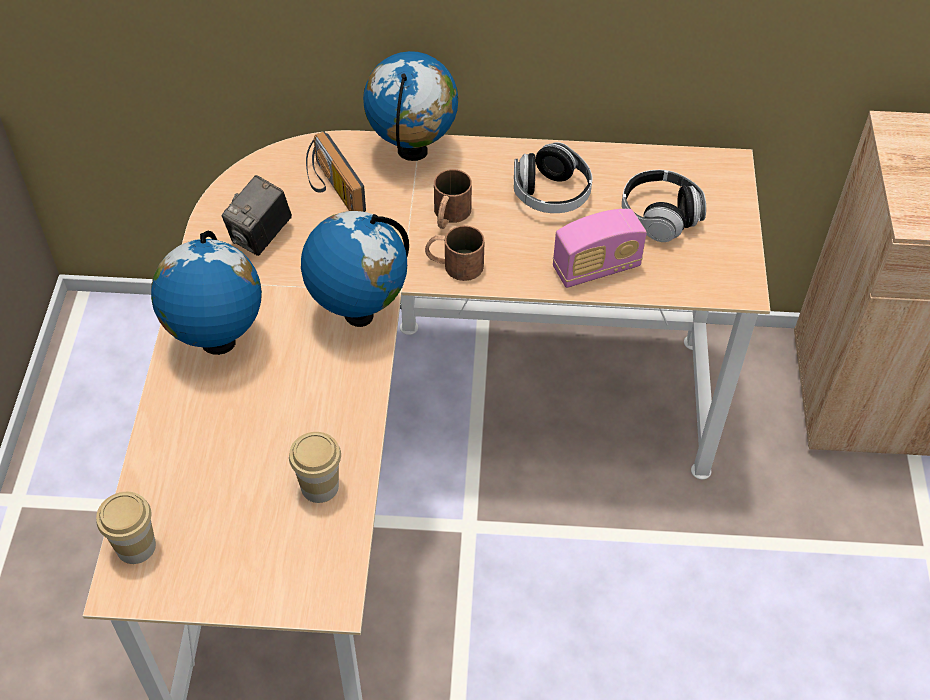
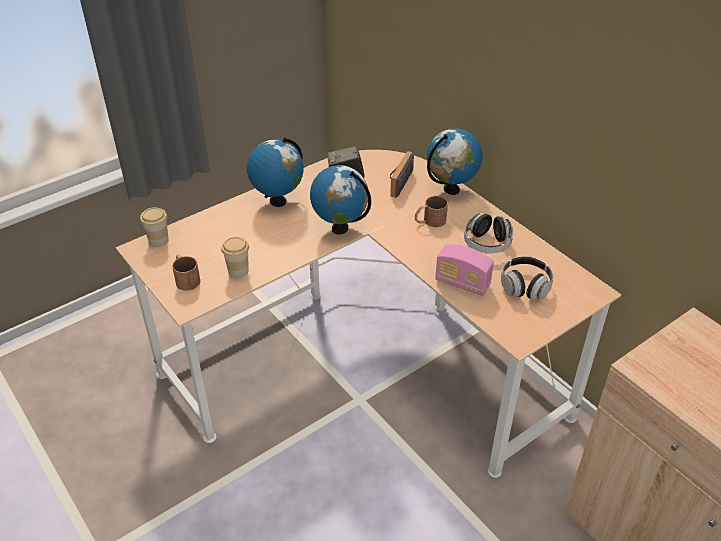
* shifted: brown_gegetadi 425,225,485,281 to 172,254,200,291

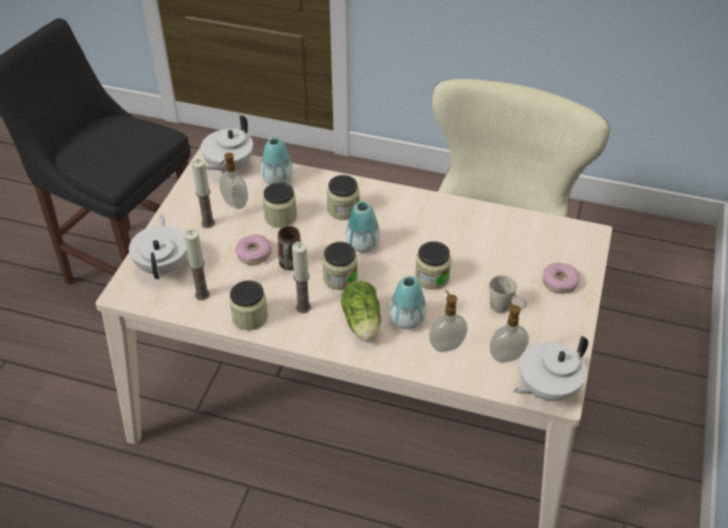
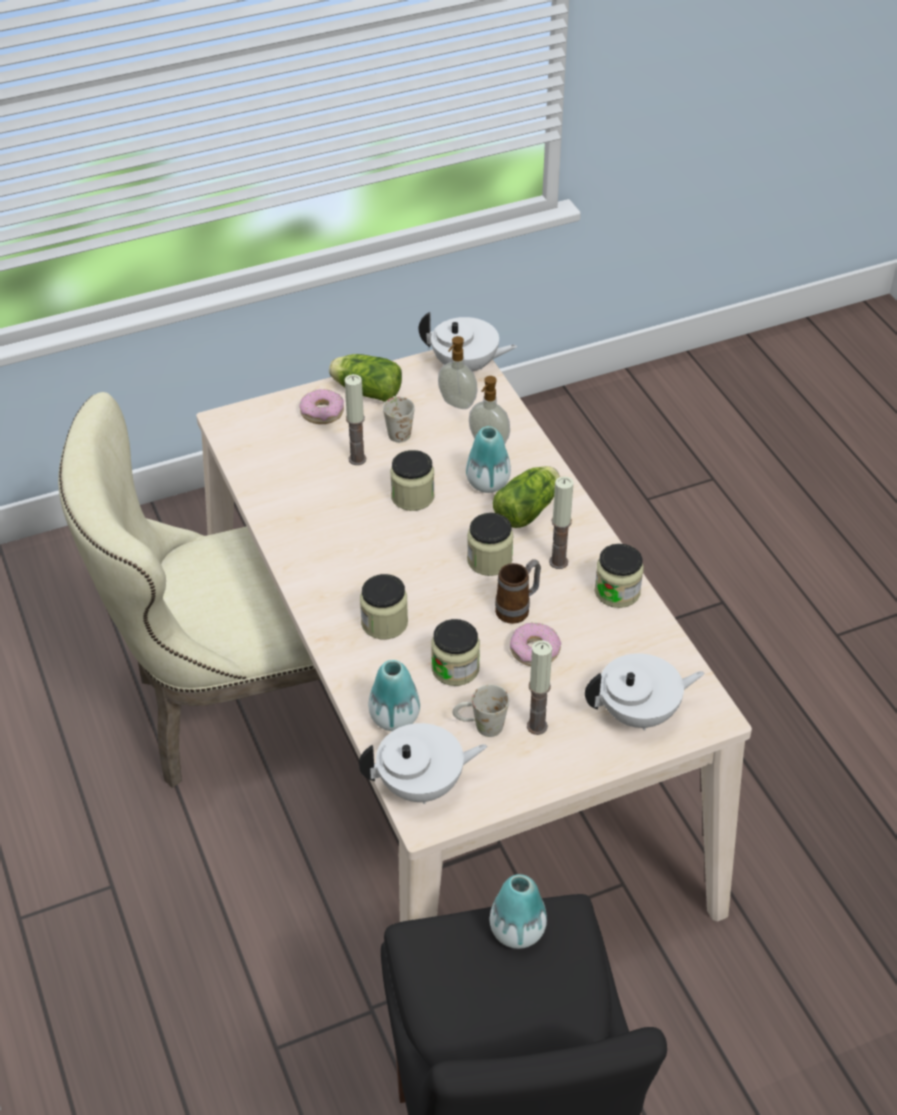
* new: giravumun 329,354,402,402
* shifted: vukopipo 184,229,210,300 to 345,374,366,465
* swapped: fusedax 219,153,248,209 to white_gegetadi 453,685,509,737
* shifted: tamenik 346,201,380,253 to 489,874,547,949
* rotated: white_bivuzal 129,214,187,279 = 585,653,704,730 150 degrees counterclockwise

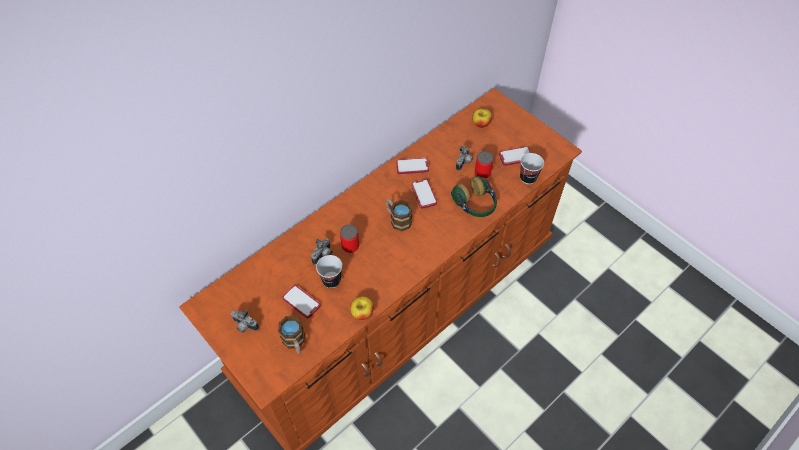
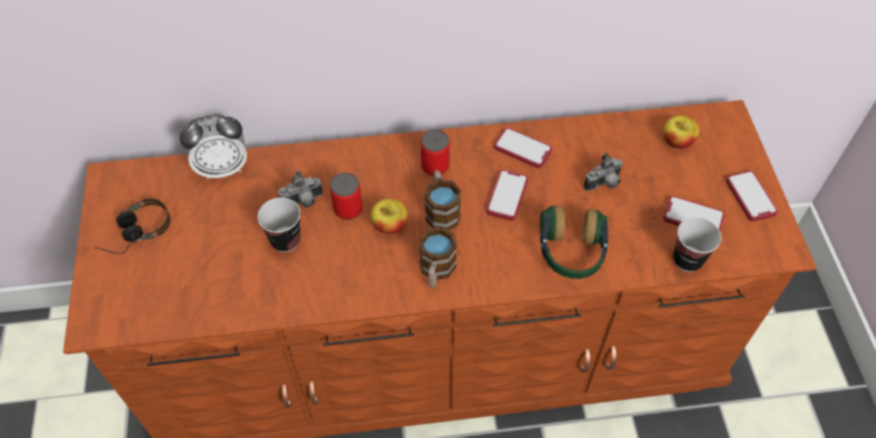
* swapped: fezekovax 231,310,259,333 to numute 94,198,170,254
* new: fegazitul 180,114,247,180
* shifted: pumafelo 350,297,374,320 to 370,199,408,234
* shifted: gegetadi 278,316,305,354 to 419,226,457,288
* shifted: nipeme 475,151,494,178 to 421,129,450,176
* shifted: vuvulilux 282,285,321,319 to 726,171,778,221

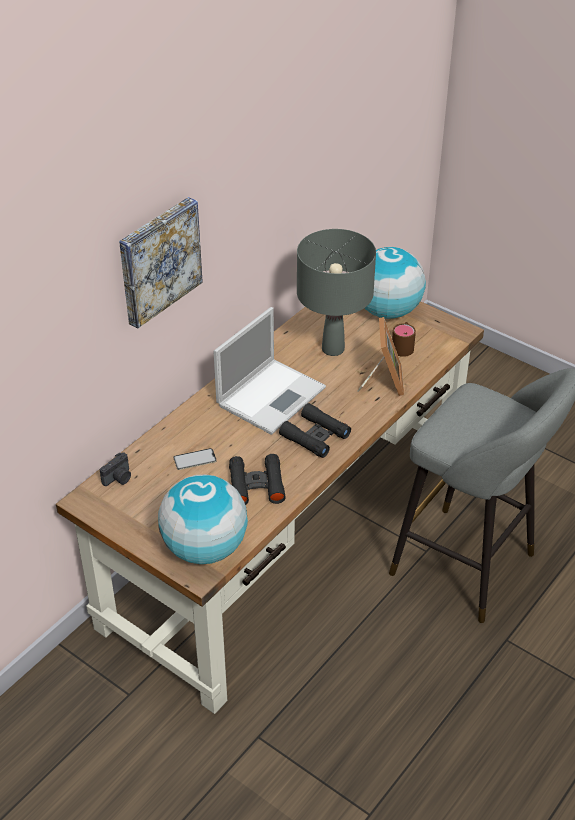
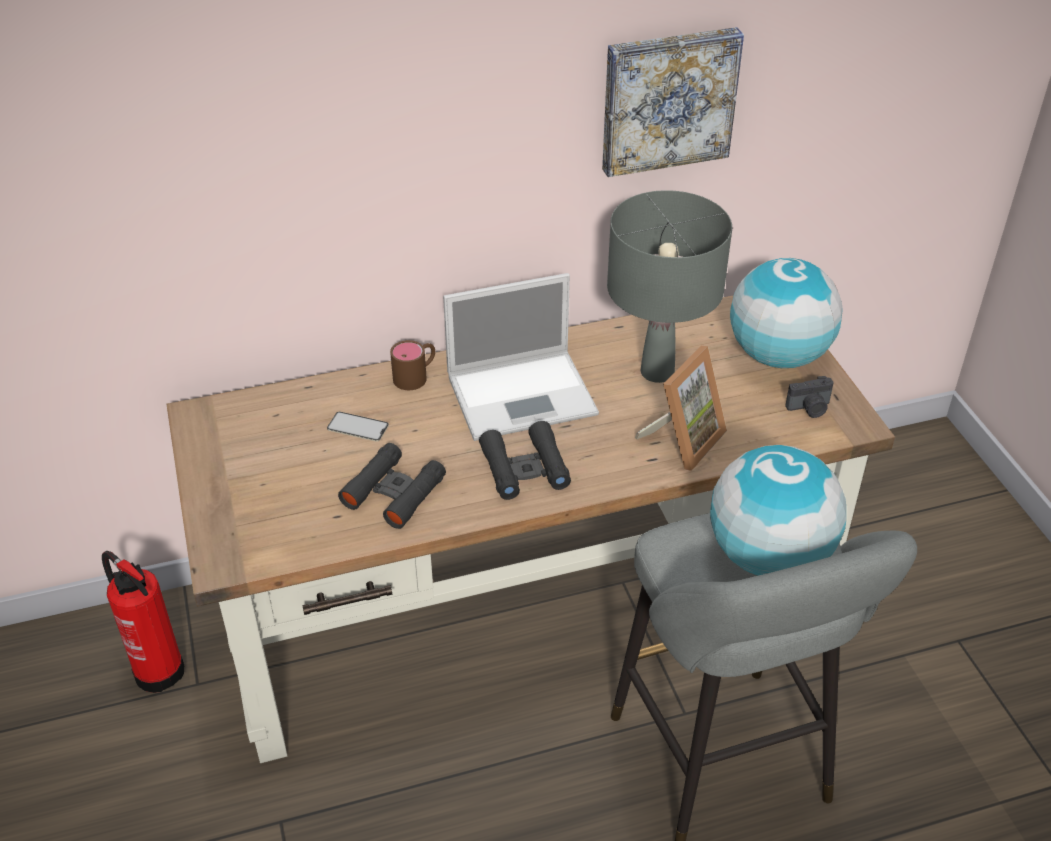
* new: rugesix 102,551,184,693
* shifted: brown_gegetadi 392,322,416,357 to 390,340,435,390
* shifted: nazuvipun 119,197,203,329 to 602,27,744,177
* shifted: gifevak 158,474,248,564 to 710,445,846,576
* shifted: fezekovax 100,452,131,486 to 785,376,834,418

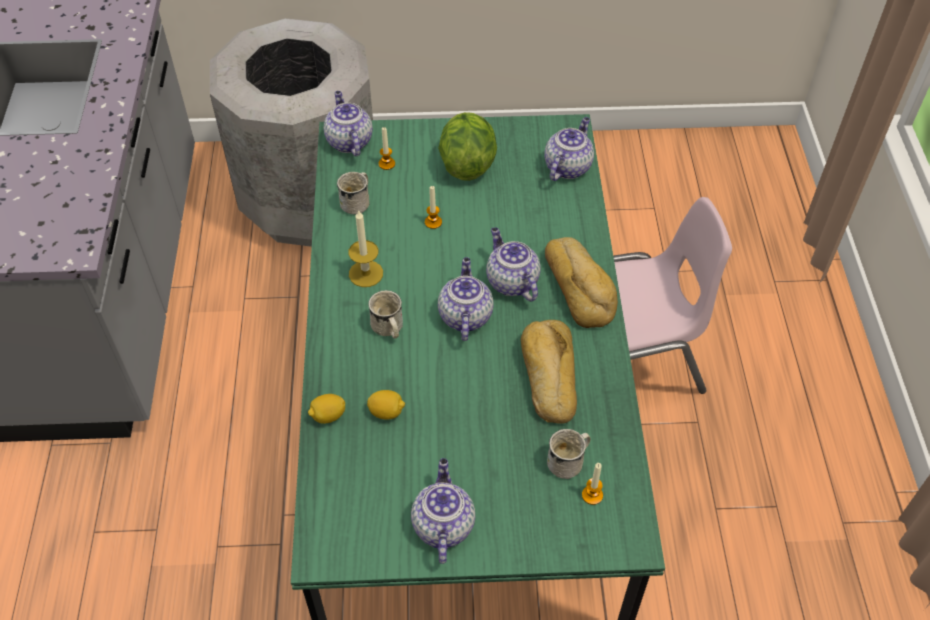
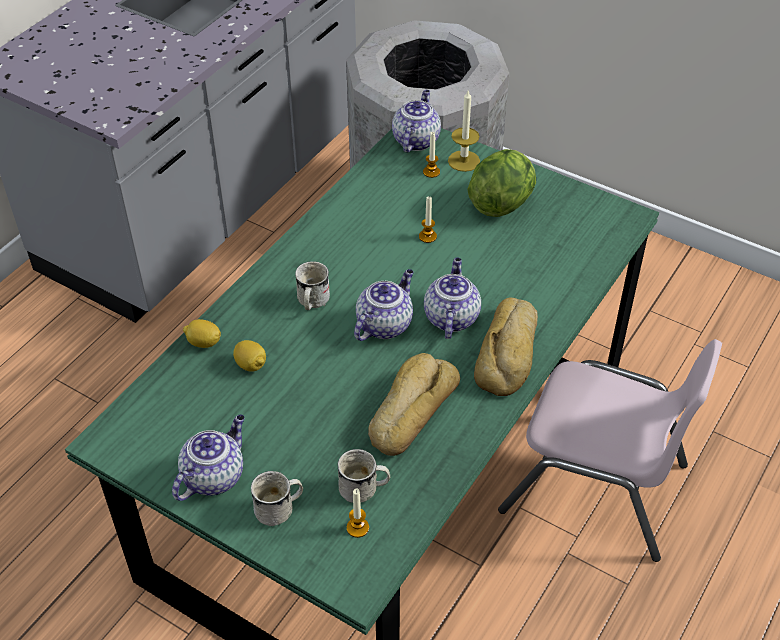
* shifted: white_gegetadi 337,172,370,214 to 251,471,303,526
* shifted: vukopipo 348,210,383,287 to 448,91,480,172
* gone: bivuzal 544,117,594,181

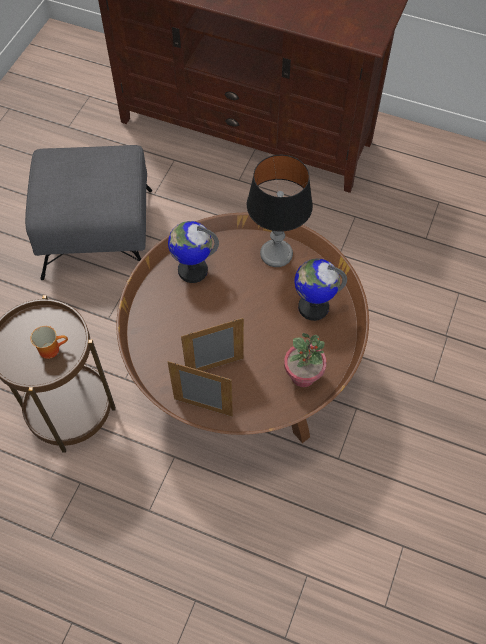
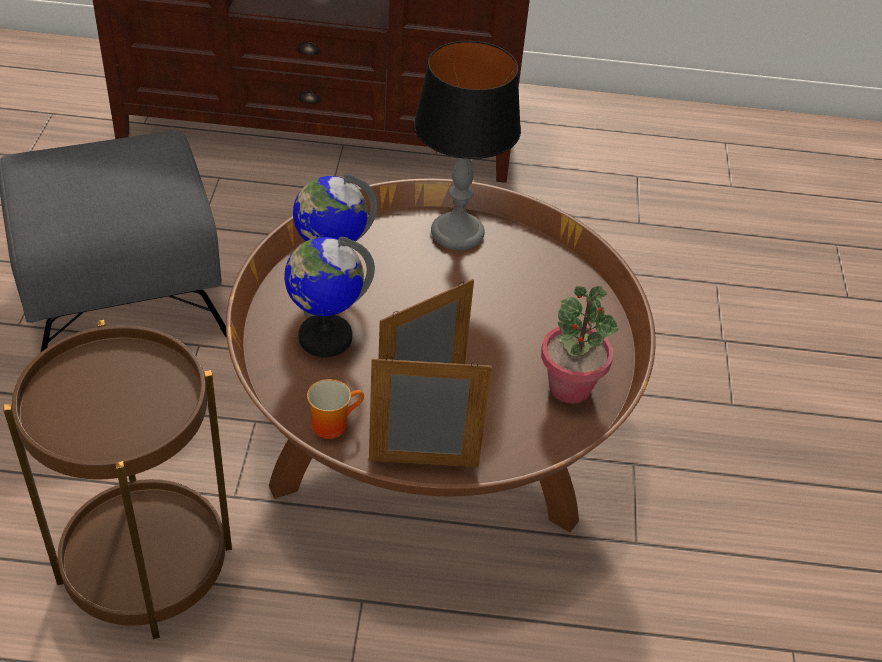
* shifted: gifevak 294,258,347,321 to 284,237,375,357
* shifted: gegetadi 30,326,68,359 to 307,379,364,439

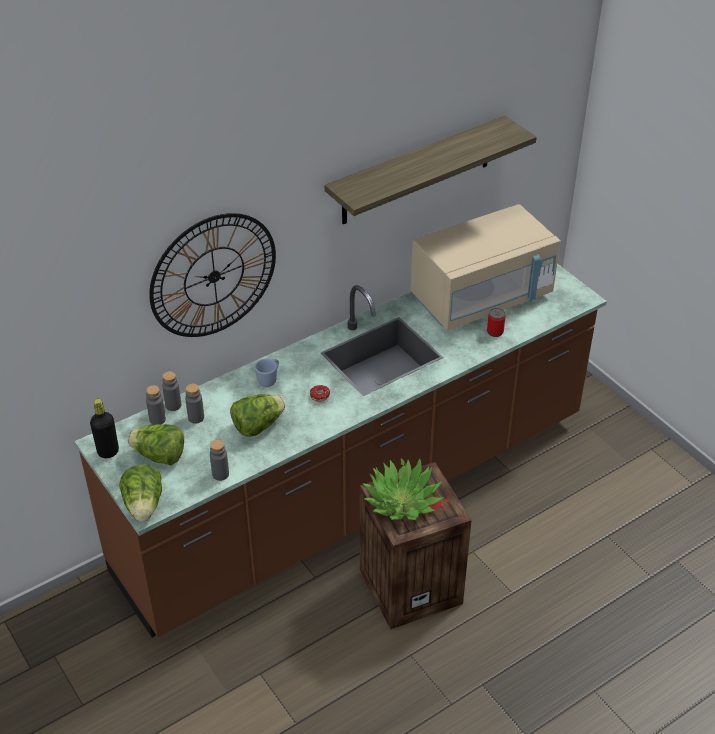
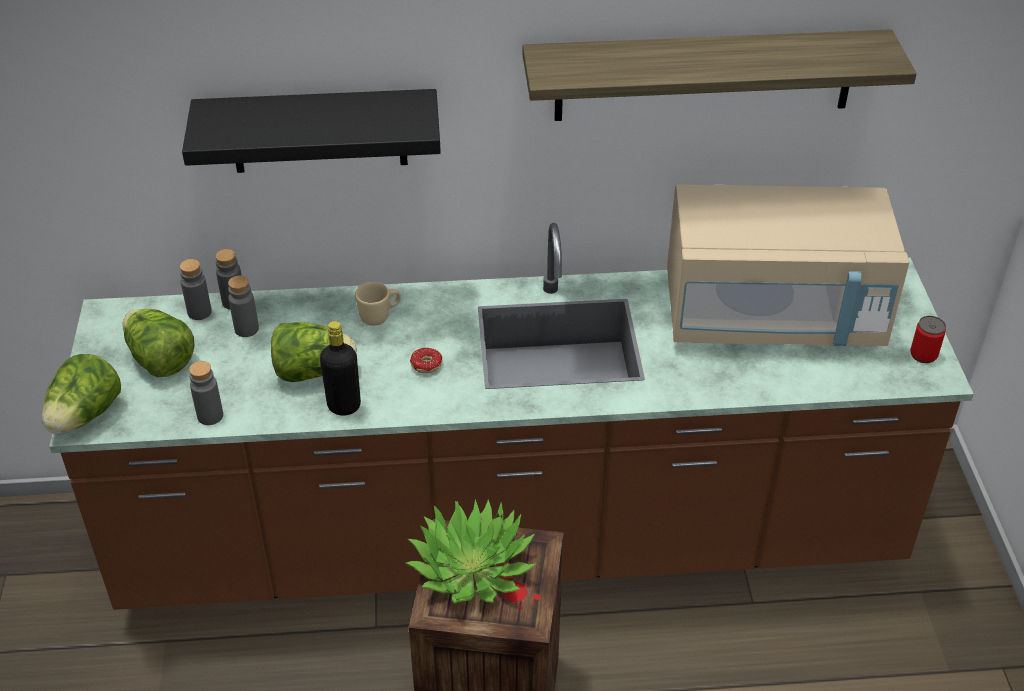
* swapped: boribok 149,213,276,337 to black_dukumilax 182,89,441,173
* shifted: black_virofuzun 90,399,119,458 to 320,321,361,416
* repainted: blue_gegetadi 255,358,279,387 to beige_gegetadi 355,282,401,326
* shifted: nipeme 487,308,505,337 to 910,316,946,363

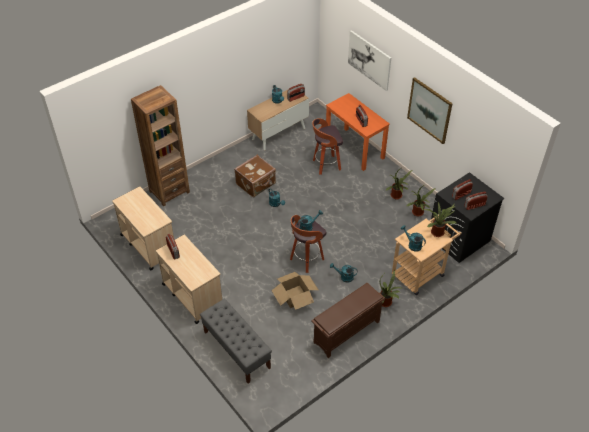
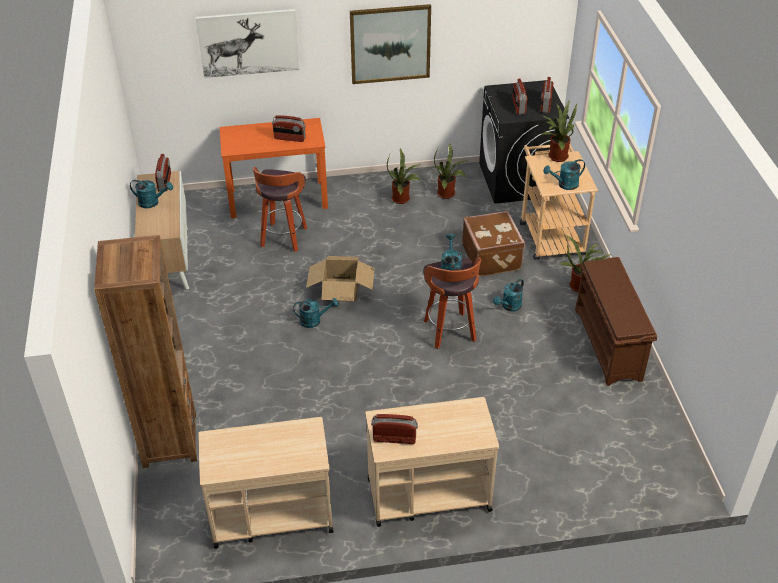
* shifted: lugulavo 271,272,318,310 to 306,256,375,302
* shifted: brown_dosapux 234,155,276,197 to 462,211,525,277
* gone: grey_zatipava 200,299,272,384

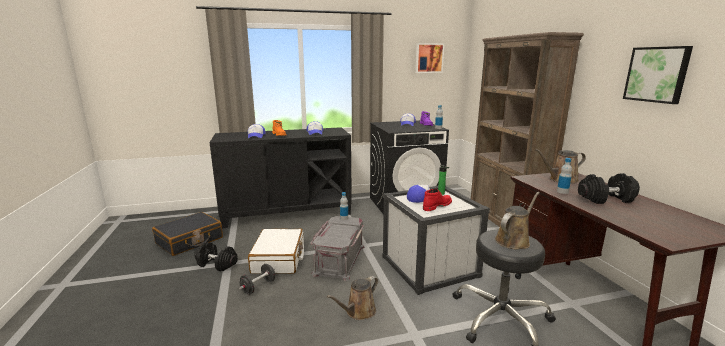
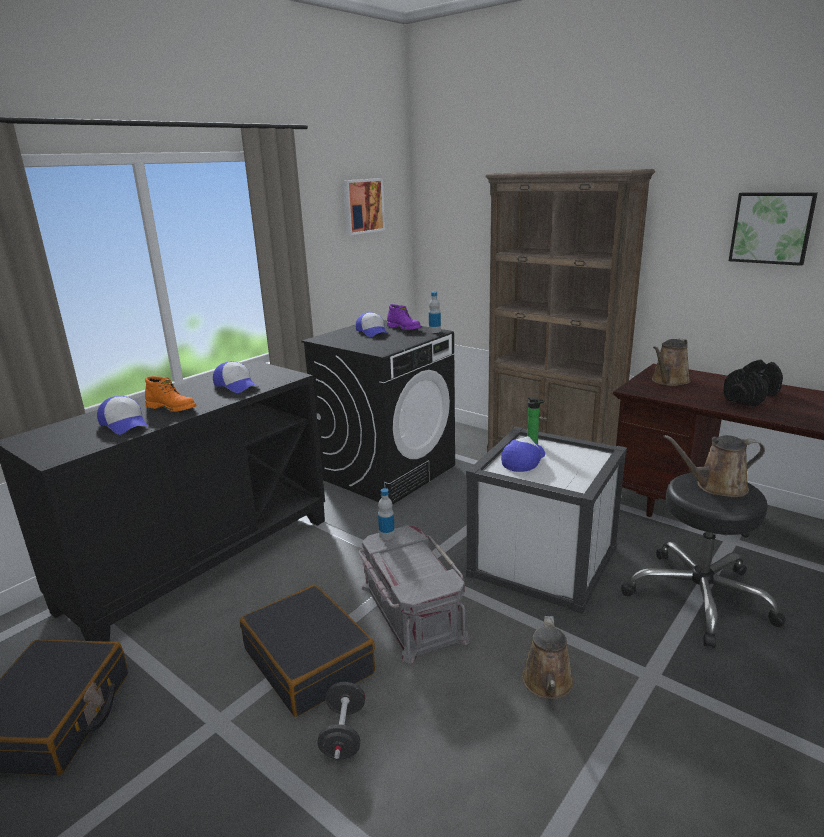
* repainted: white_dosapux 248,229,304,274 to black_dosapux 240,584,375,717
* rotated: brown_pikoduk 495,192,540,249 = 663,435,765,497 105 degrees counterclockwise
* gone: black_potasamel 194,242,238,271
* gone: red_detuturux 423,189,452,211
* gone: virofuzun 557,158,572,194

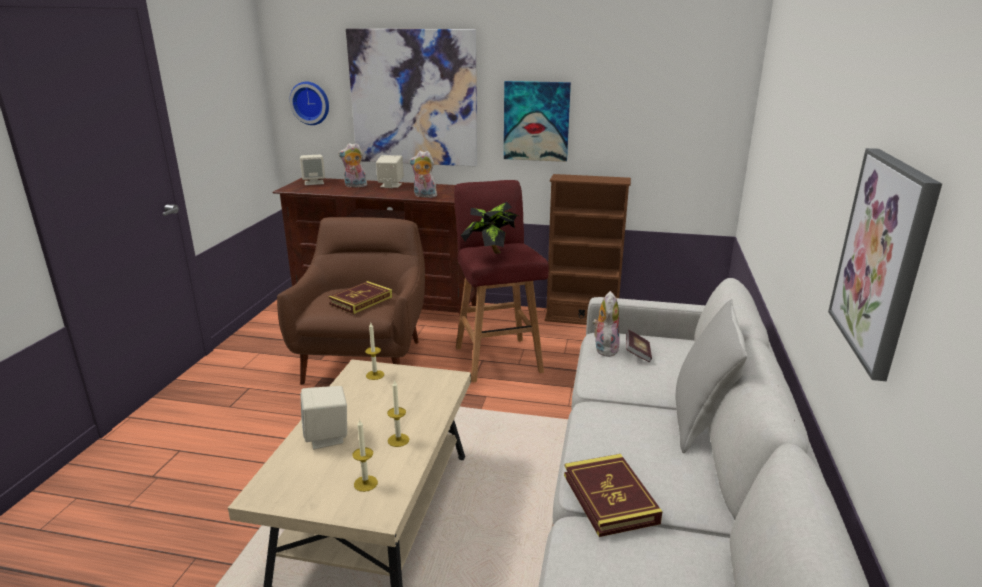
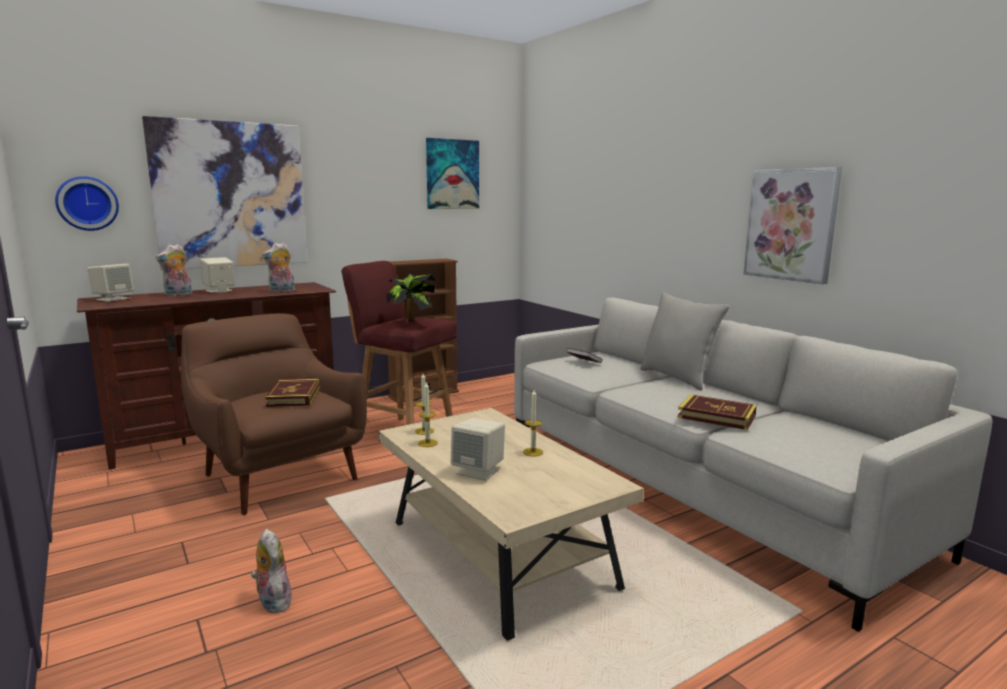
* shifted: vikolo 593,291,620,357 to 251,529,292,613
* shifted: vukopipo 353,419,378,492 to 418,381,438,447
* shifted: nazuvipun 504,81,571,162 to 426,138,479,209

